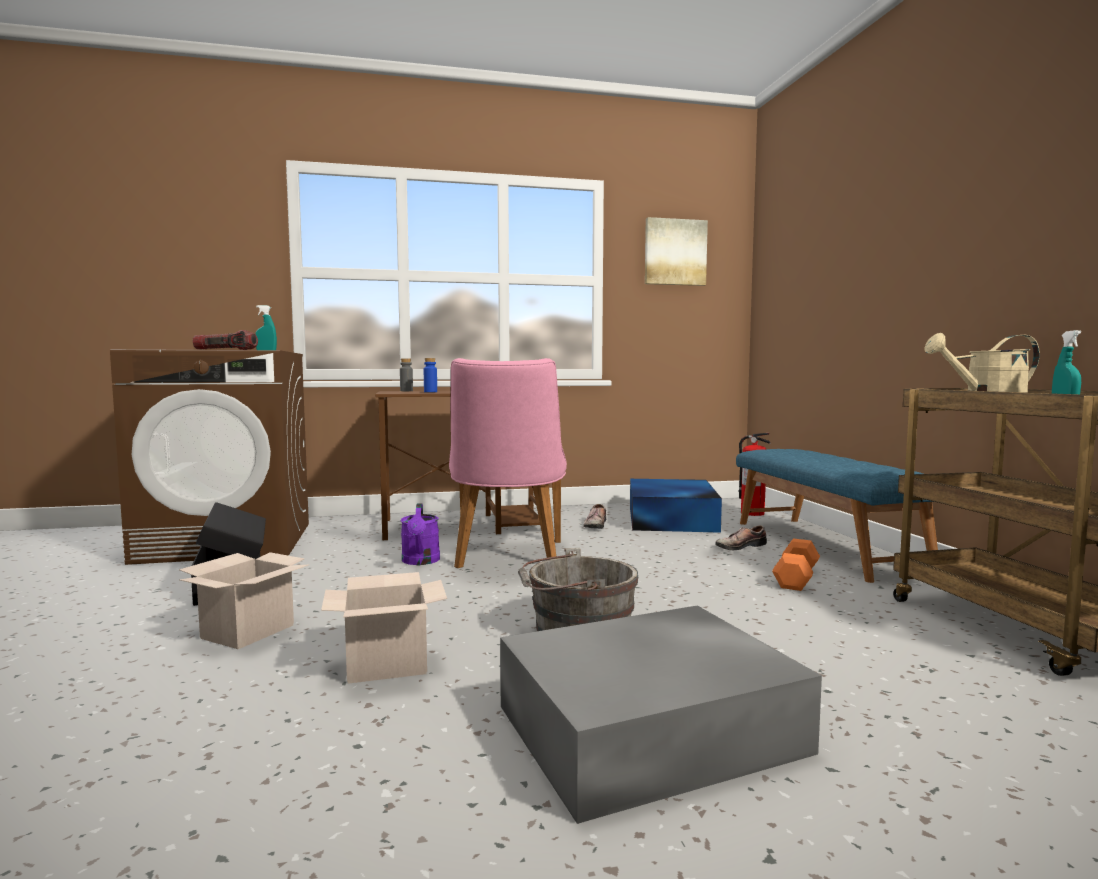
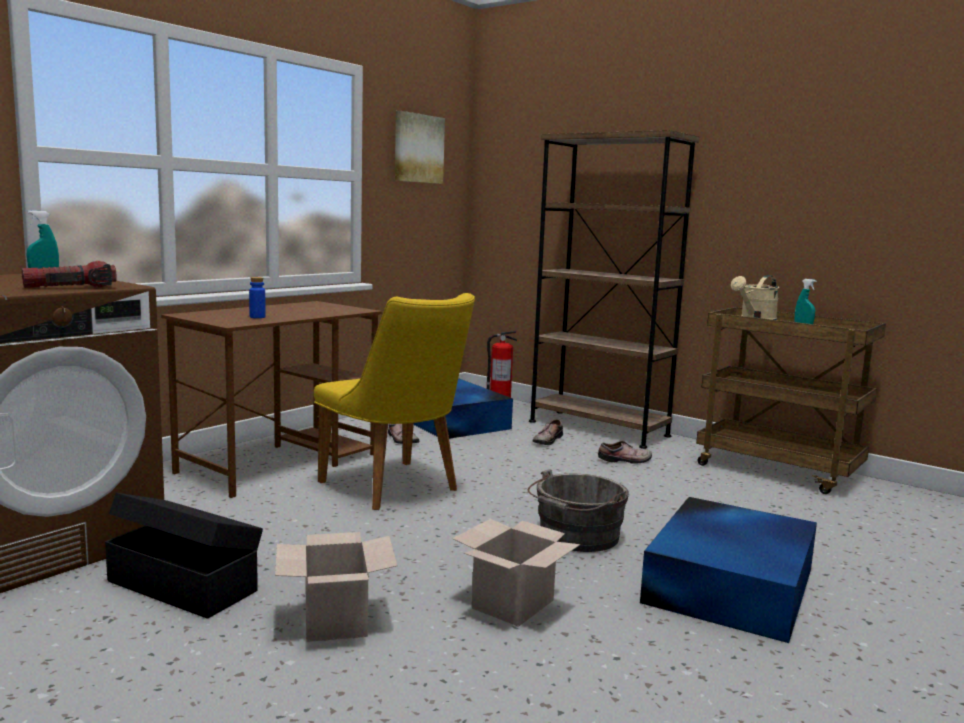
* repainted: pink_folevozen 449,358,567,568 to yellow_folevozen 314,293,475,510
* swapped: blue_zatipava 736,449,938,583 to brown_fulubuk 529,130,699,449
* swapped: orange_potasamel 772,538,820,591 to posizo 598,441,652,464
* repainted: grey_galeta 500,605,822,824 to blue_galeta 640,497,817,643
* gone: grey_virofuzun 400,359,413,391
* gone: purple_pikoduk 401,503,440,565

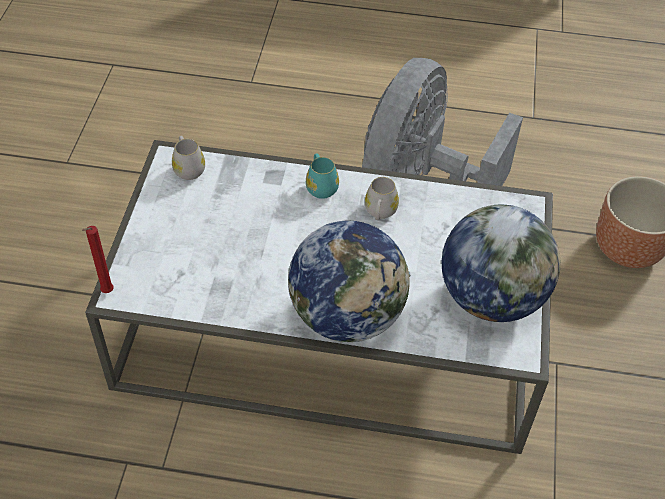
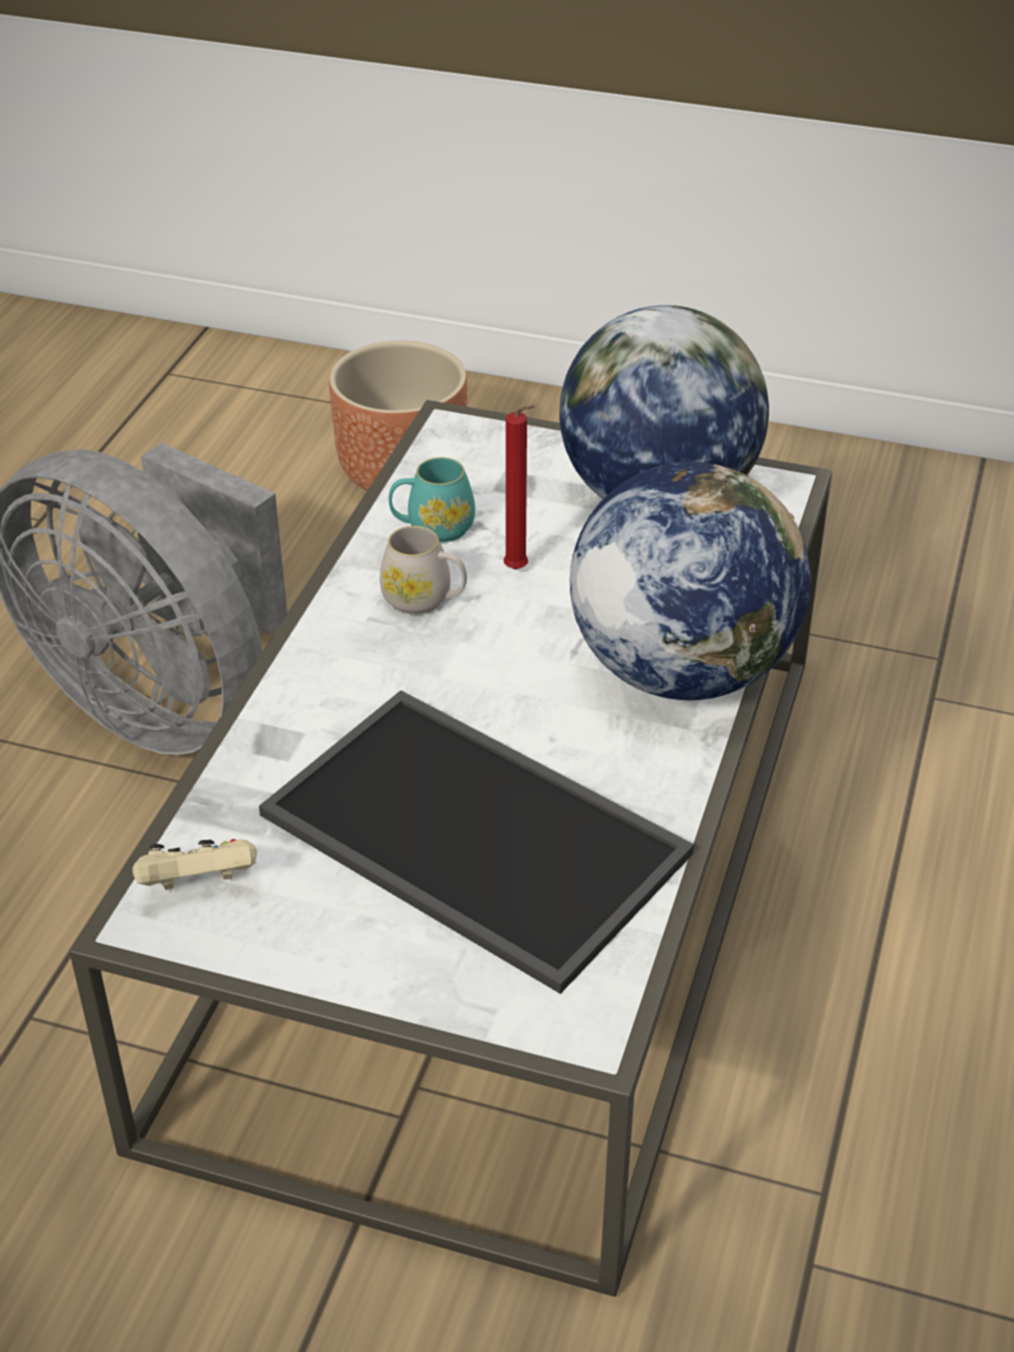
* swapped: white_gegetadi 172,136,205,180 to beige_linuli 132,839,257,890
* new: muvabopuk 259,690,694,994
* shifted: turquoise_gegetadi 306,153,339,199 to 389,457,475,542
* shifted: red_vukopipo 82,226,114,293 to 504,405,535,570

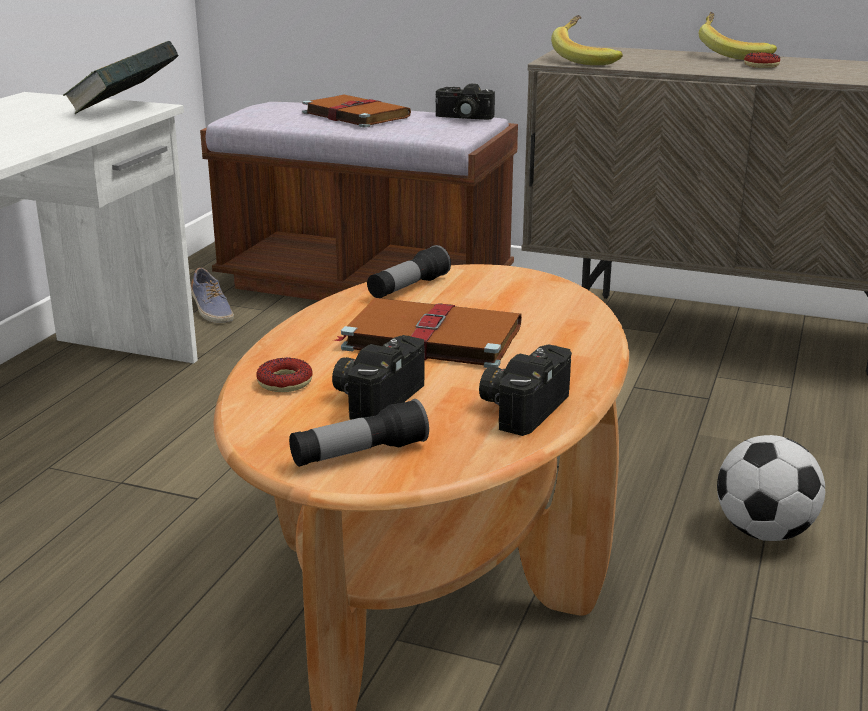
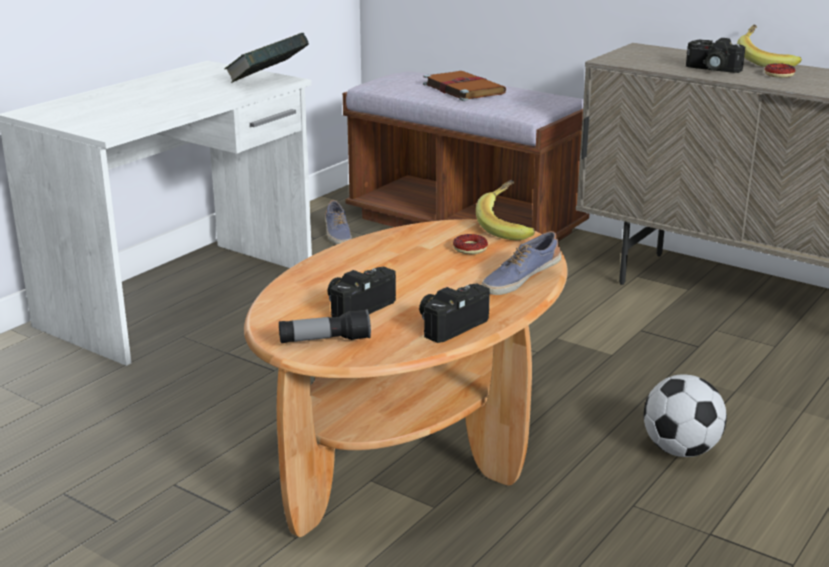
* shifted: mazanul 256,358,313,392 to 453,234,488,254
* shifted: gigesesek 551,15,623,65 to 476,180,535,240
* new: posizo 481,231,561,295
* shifted: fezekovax 435,83,495,120 to 686,38,745,73
* gone: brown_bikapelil 334,298,522,368
* gone: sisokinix 367,245,451,298

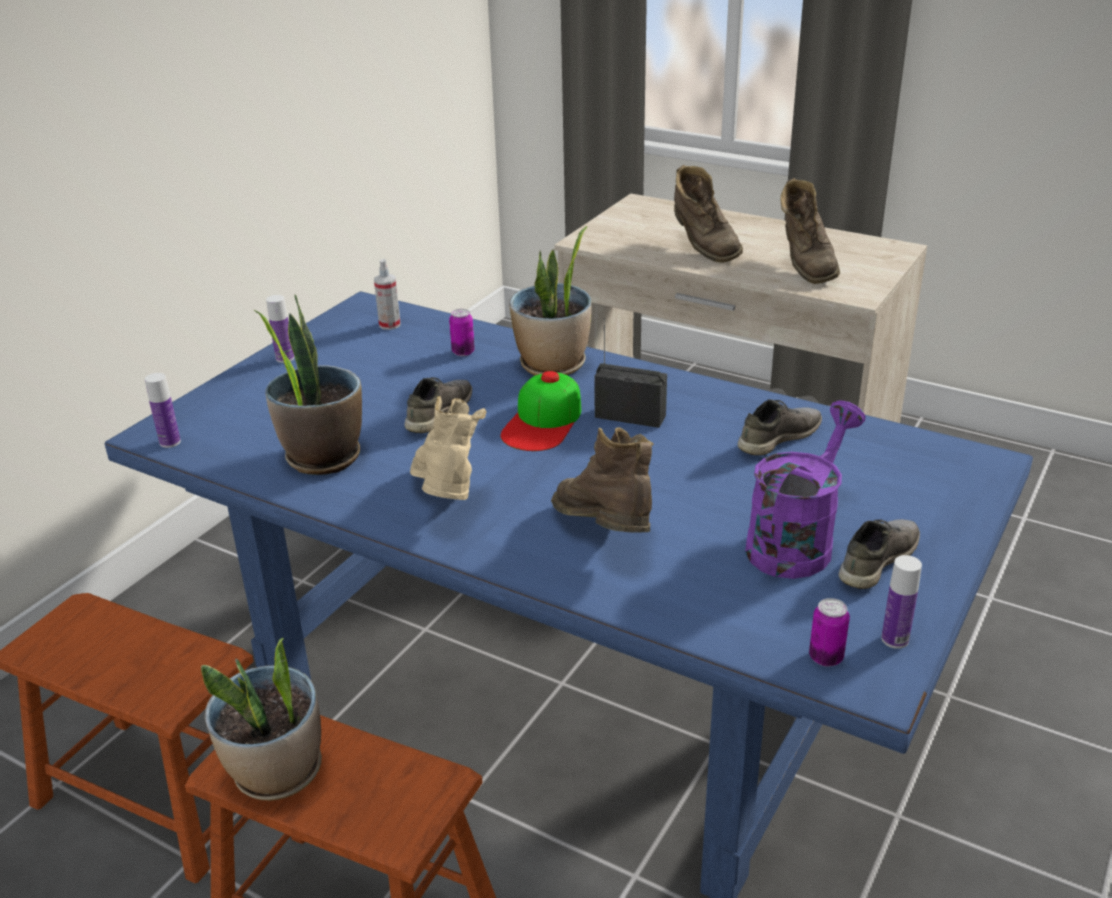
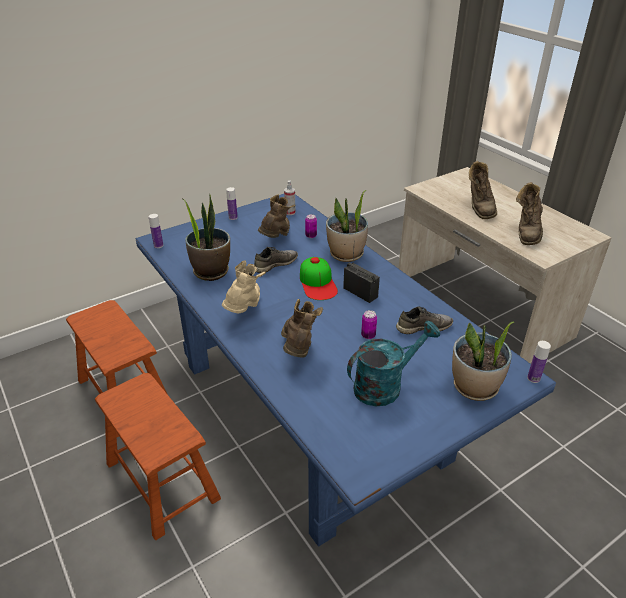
* new: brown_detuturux 258,195,295,238
* rotated: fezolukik 501,371,581,451 = 300,257,338,300 60 degrees counterclockwise
* repainted: purple_pikoduk 745,401,866,579 to turquoise_pikoduk 347,321,440,406
* shifted: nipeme 809,598,850,667 to 361,310,377,339
* shifted: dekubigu 201,638,322,801 to 452,321,514,401
* shifted: virofuzun 881,555,922,649 to 527,341,551,383
* gone: grey_posizo 838,519,920,589

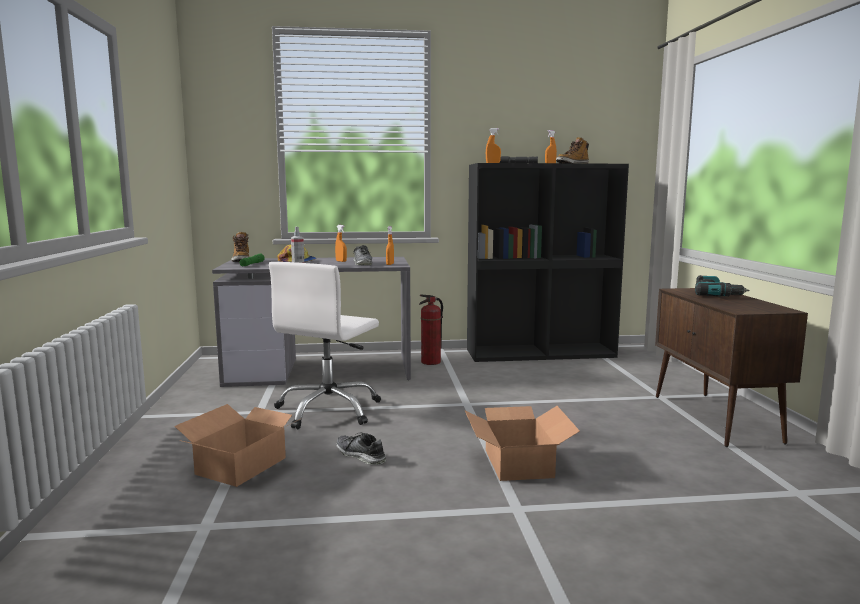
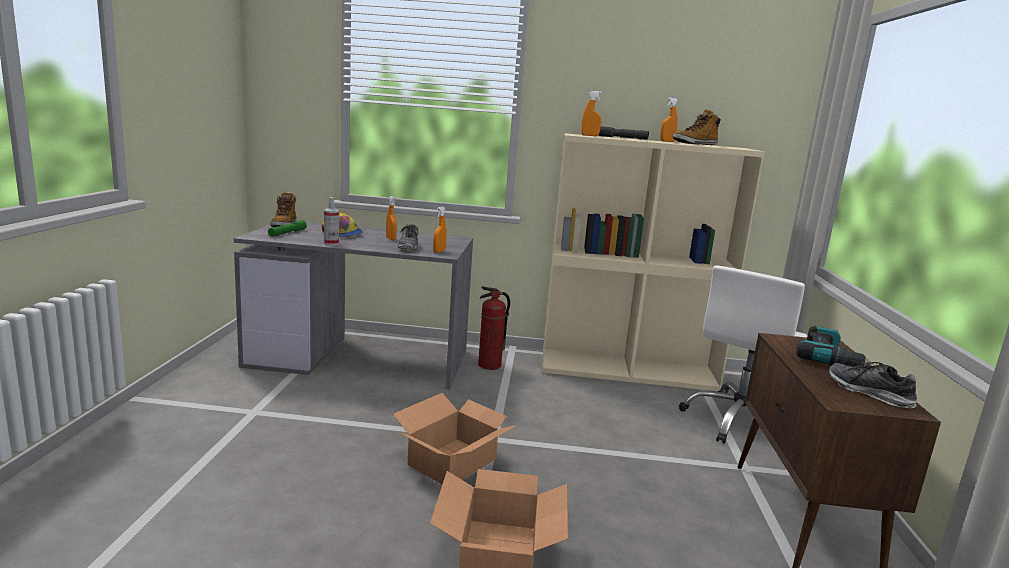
* shifted: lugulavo 174,404,300,487 to 393,393,517,484
* repainted: black_fulubuk 467,163,629,362 to beige_fulubuk 541,133,765,391
* shifted: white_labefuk 269,262,381,429 to 679,265,808,444
* shifted: posizo 336,432,386,465 to 829,362,917,408

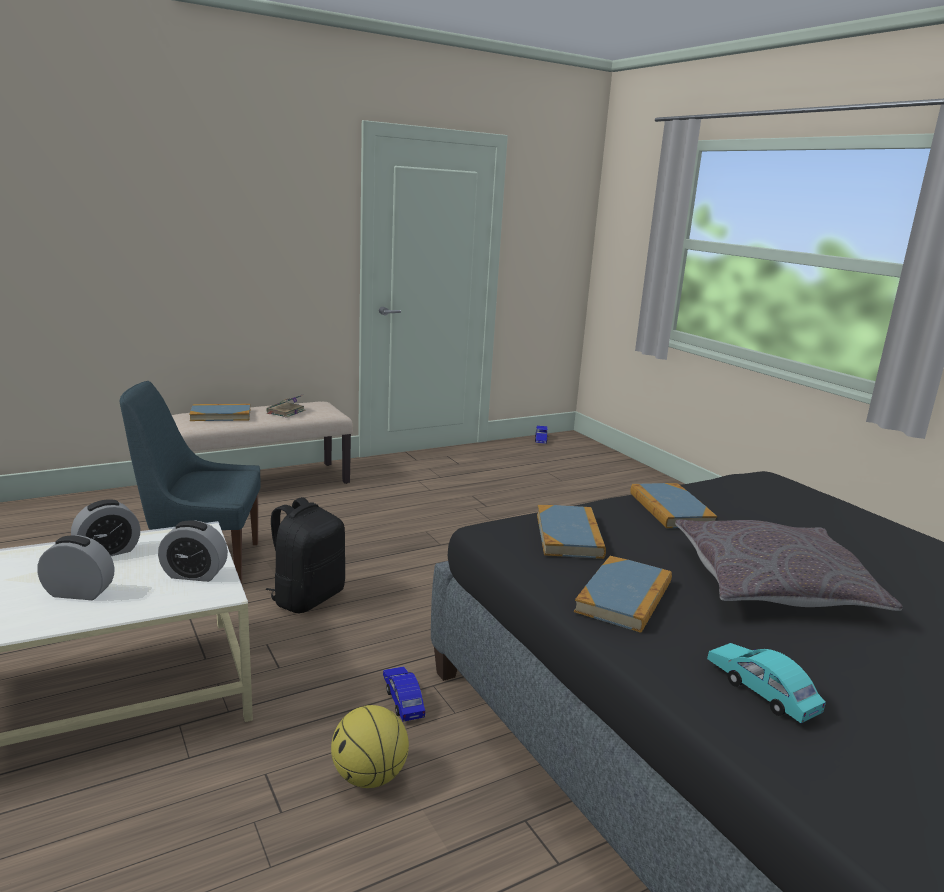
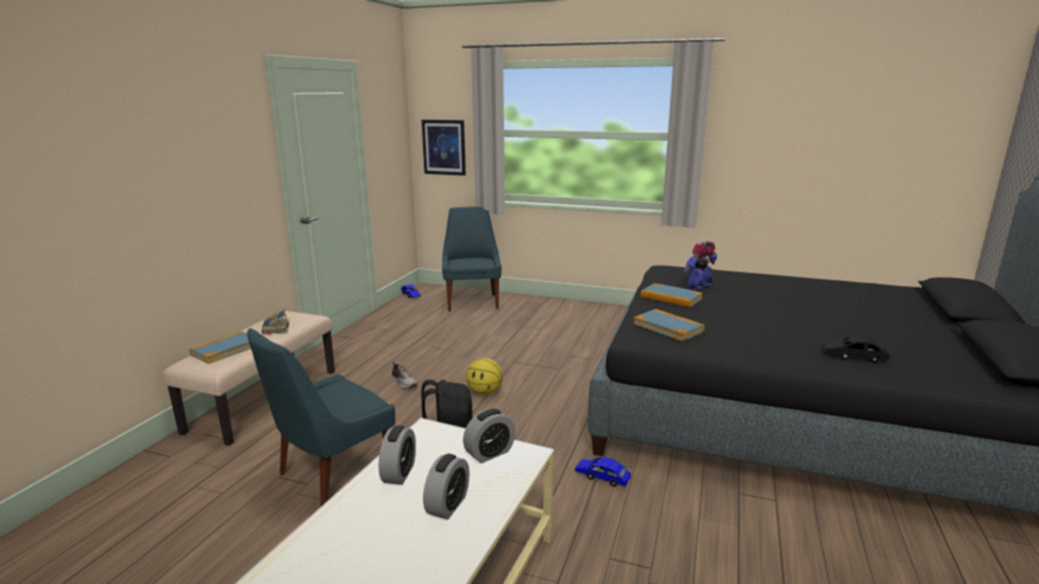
* new: posizo 392,362,418,389
* new: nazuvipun 422,120,466,176
* rotated: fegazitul 37,535,115,600 = 423,454,469,519 150 degrees clockwise
* new: blue_folevozen 442,207,502,312
* shifted: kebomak 331,705,409,788 to 466,358,503,395
* new: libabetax 683,241,717,290
* repainted: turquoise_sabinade 707,643,826,723 to black_sabinade 822,335,890,363
* gone: bikapelil 574,556,672,633
* gone: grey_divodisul 675,520,903,611

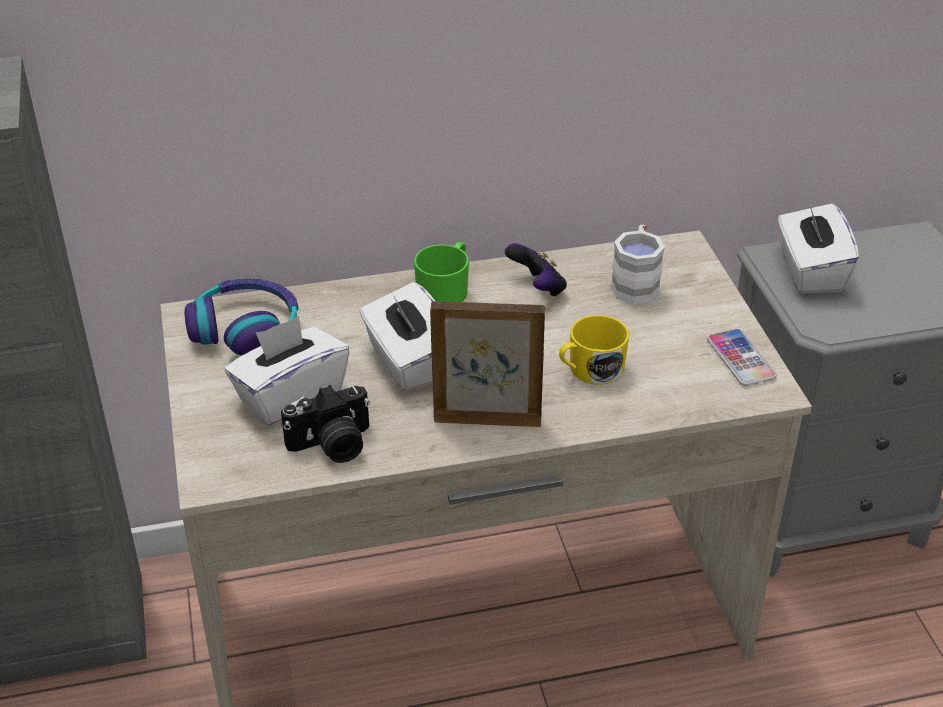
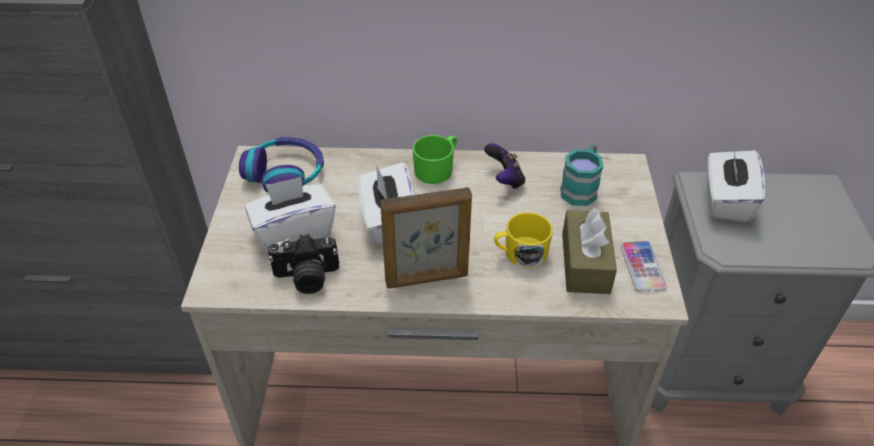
* rotated: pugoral 430,301,545,427 = 380,187,472,289 150 degrees clockwise
* repainted: white_gegetadi 611,225,665,304 to turquoise_gegetadi 560,145,604,206
* new: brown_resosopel 562,207,617,294

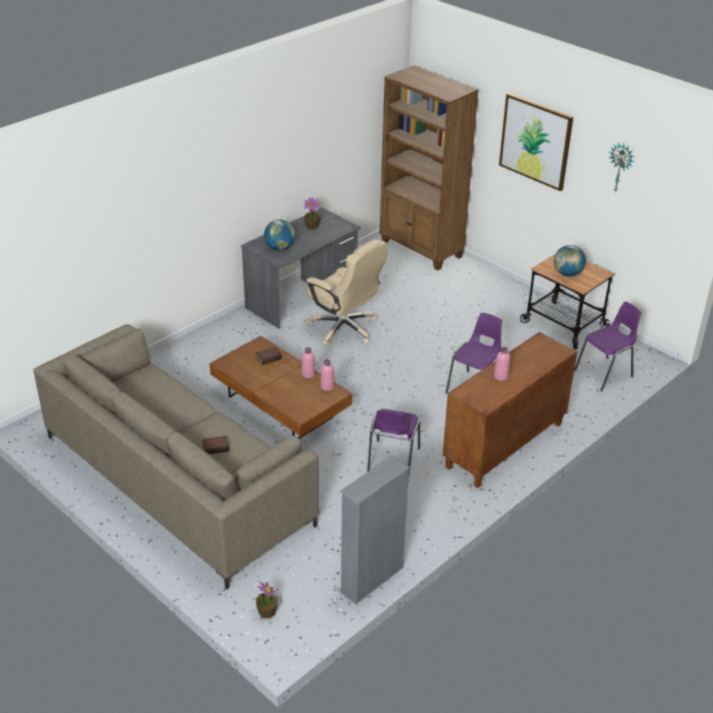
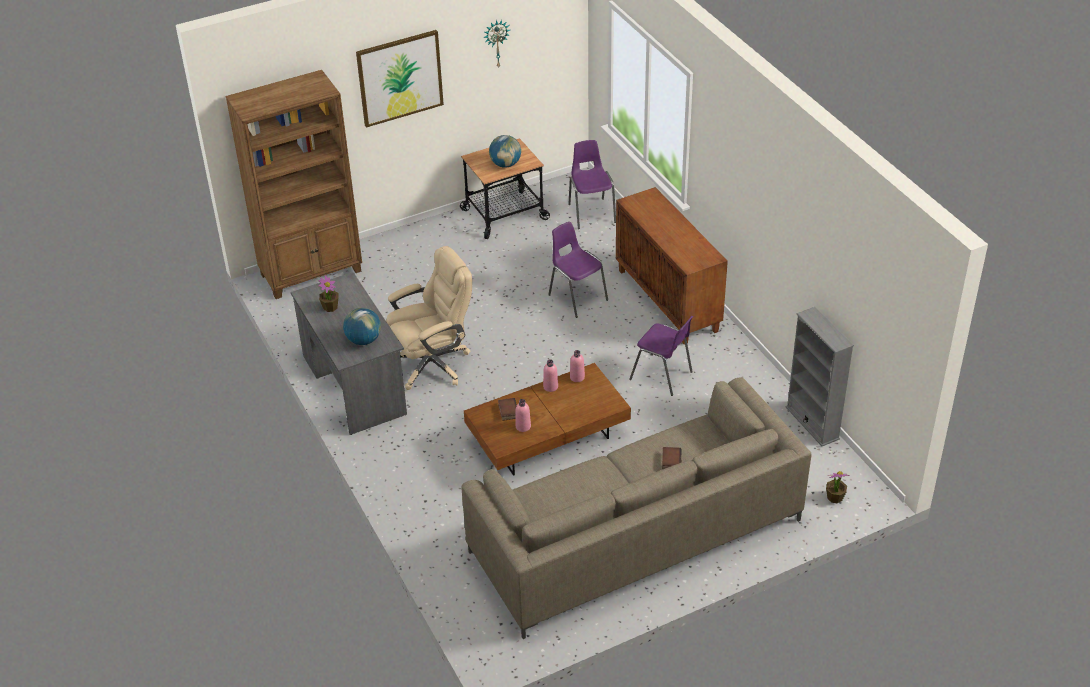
* shifted: pink_virofuzun 494,347,510,381 to 516,399,531,432

